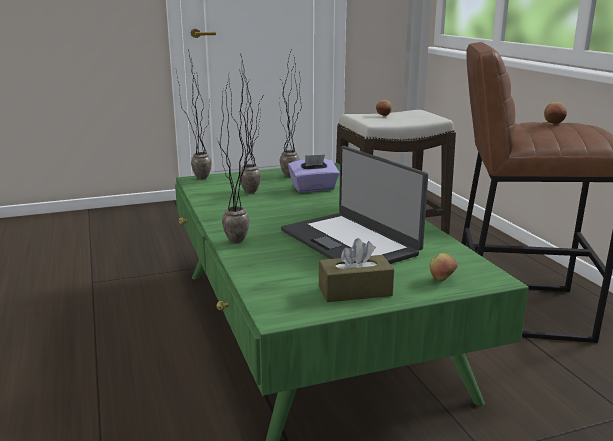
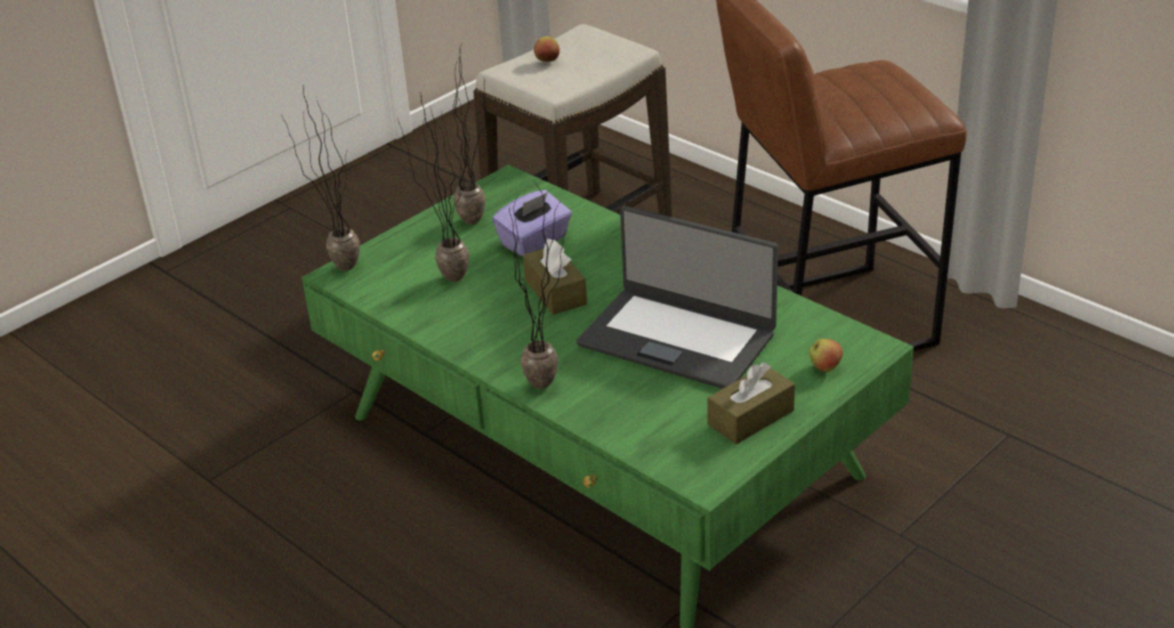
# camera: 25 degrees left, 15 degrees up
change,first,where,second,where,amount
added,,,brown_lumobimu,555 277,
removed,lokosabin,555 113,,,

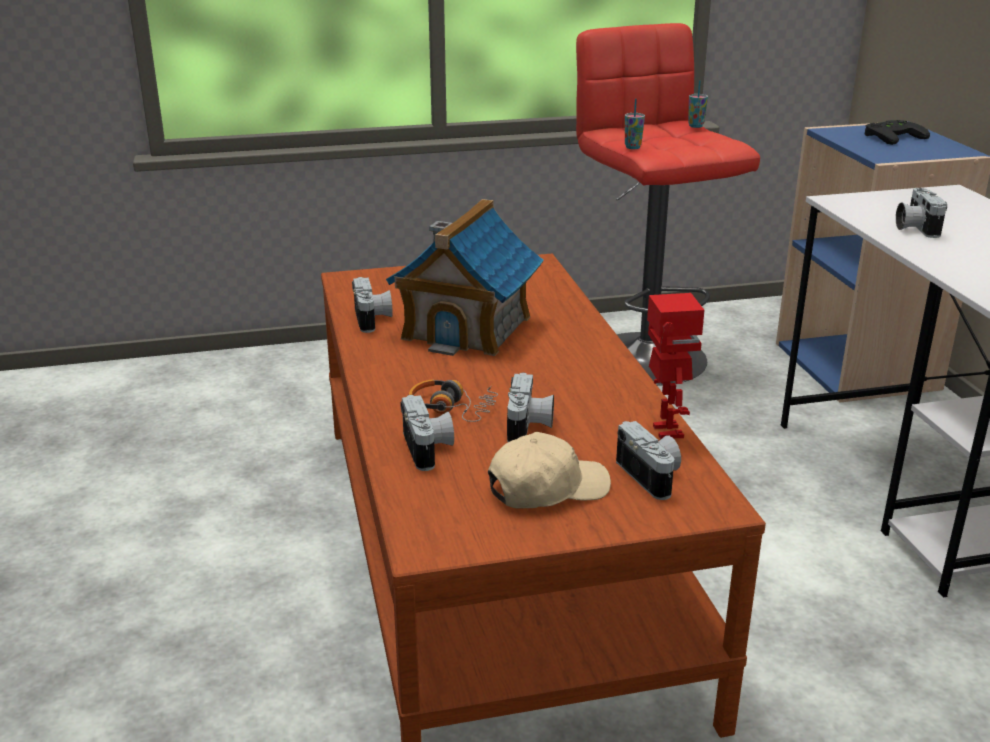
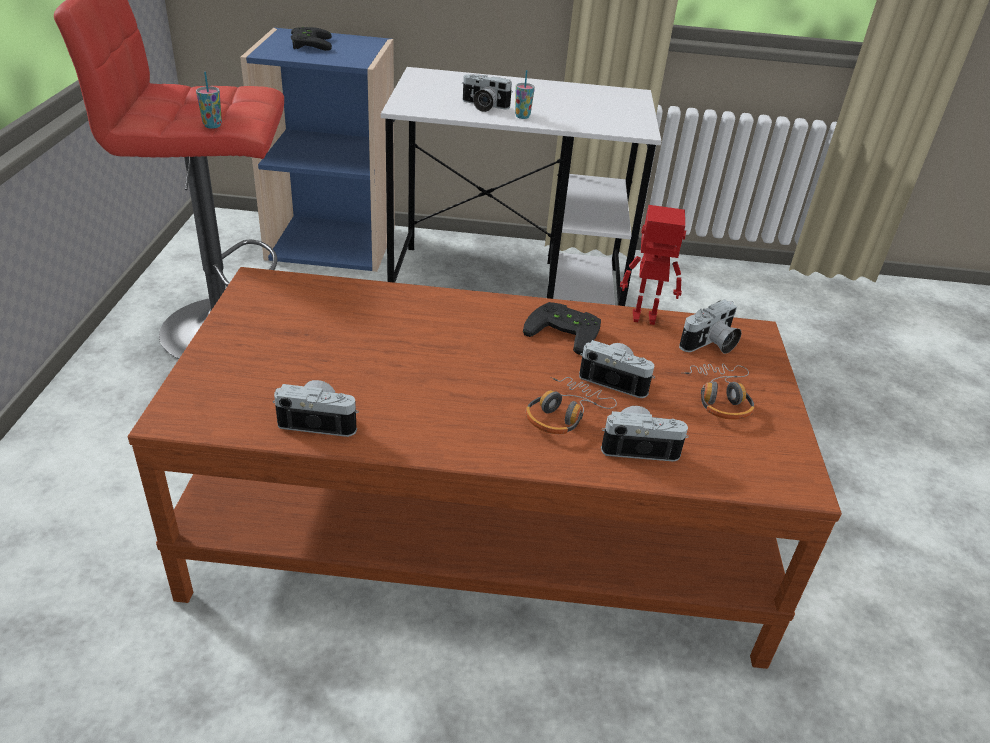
# camera: 75 degrees left, 10 degrees up
change,first,where,second,where,amount
moved,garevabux,698 104,,525 94,
added,,,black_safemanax,562 328,
turned,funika,648 460,,710 326,150 degrees clockwise
replaced,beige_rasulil,549 470,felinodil,718 392,
removed,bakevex,465 277,,,

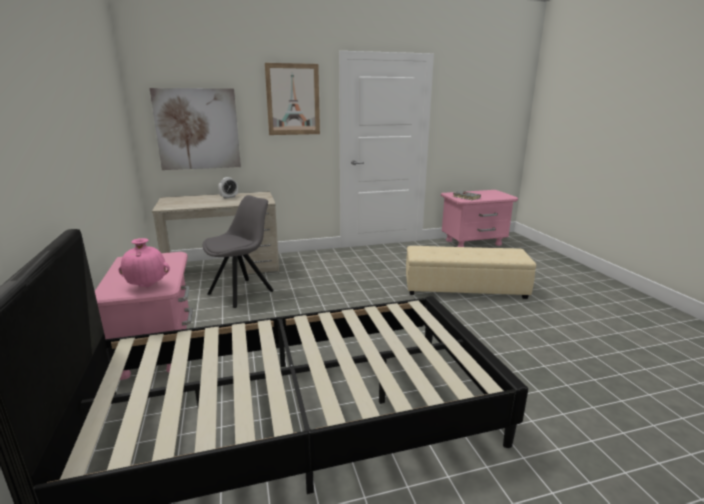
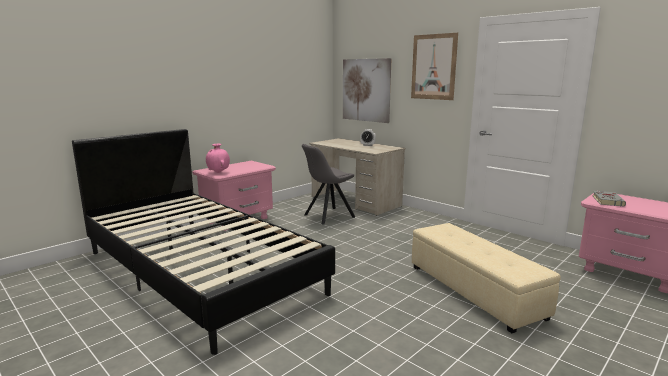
# camera: 60 degrees right, 5 degrees down
change,first,where,second,where,amount
turned,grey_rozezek,238 251,,328 184,135 degrees clockwise

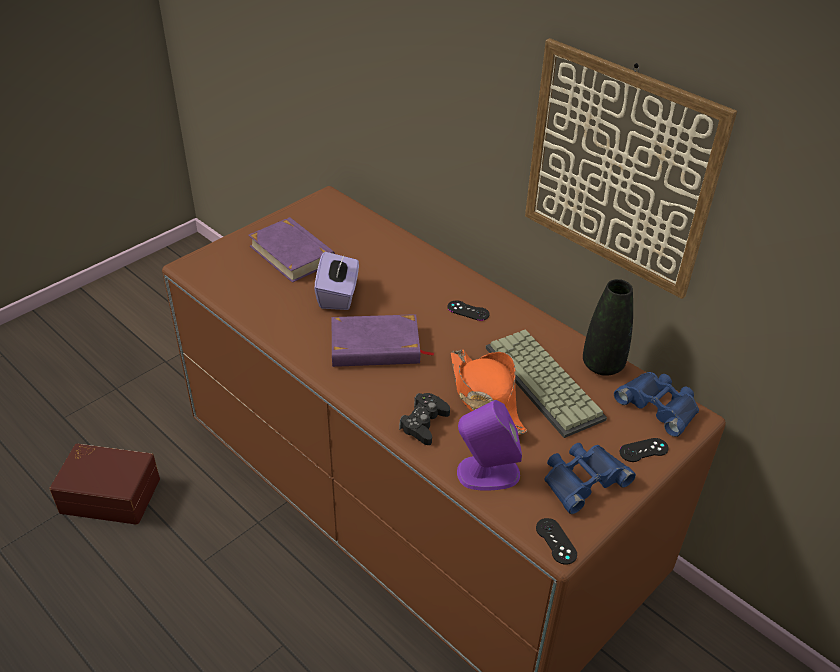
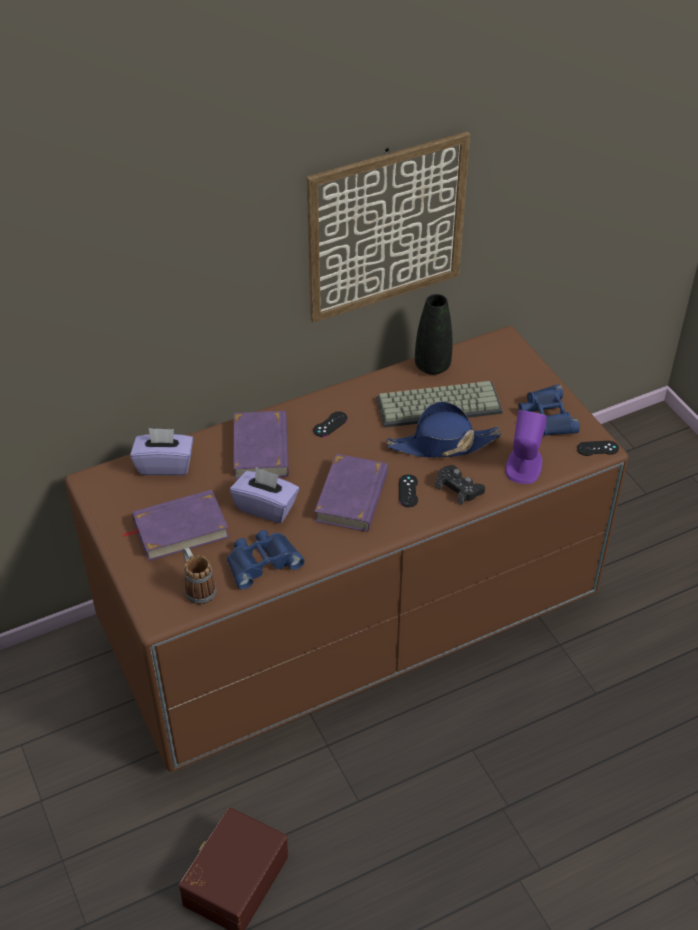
# camera: 70 degrees left, 5 degrees up
change,first,where,second,where,amount
added,,,purple_lumobimu,161 452,
added,,,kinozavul,200 575,
moved,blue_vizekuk,656 404,,266 560,
added,,,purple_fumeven,261 445,
recoloured,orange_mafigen,489 392,blue_mafigen,444 429,
moved,black_safemanax,644 450,,408 490,

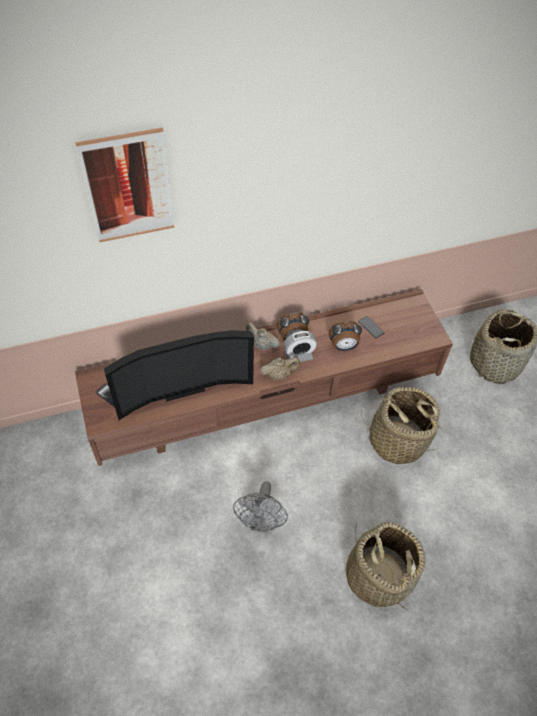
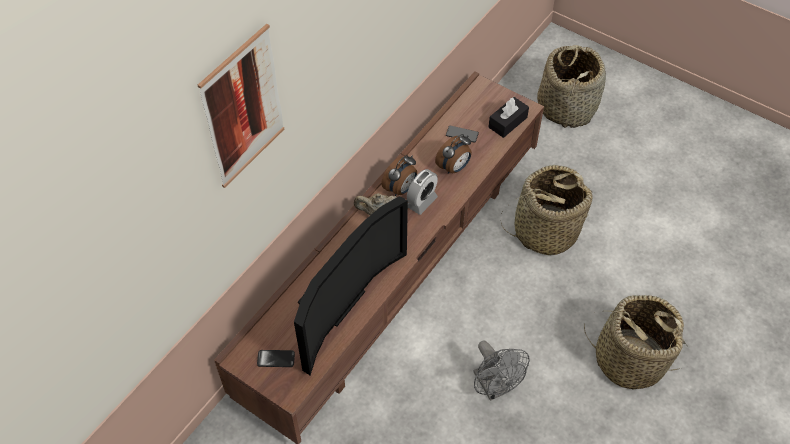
# camera: 35 degrees left, 0 degrees up
change,first,where,second,where,amount
added,,,black_lumobimu,508 117,
removed,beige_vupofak,280 368,,,

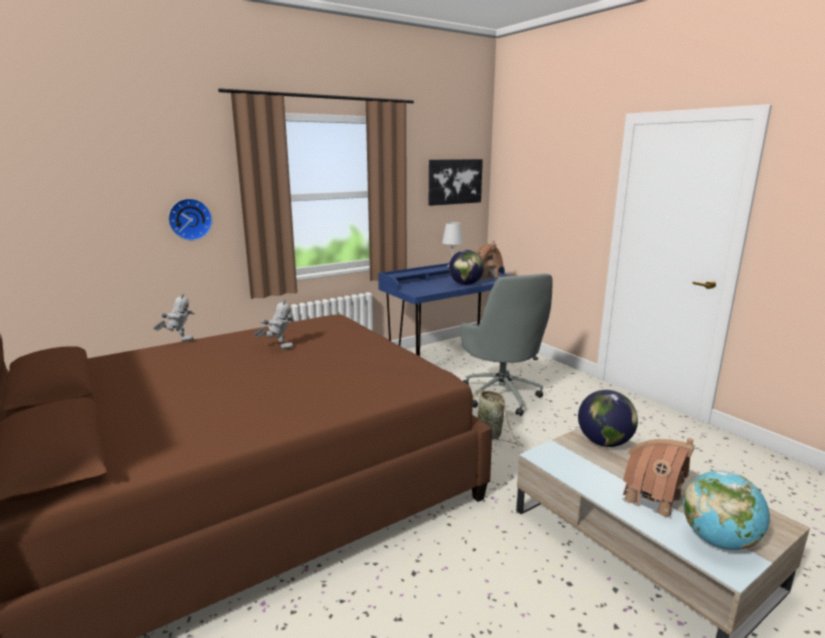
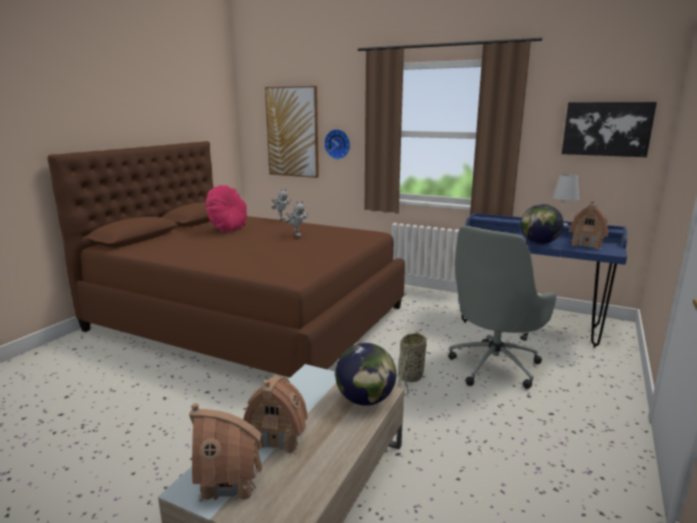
# camera: 60 degrees right, 0 degrees up
change,first,where,second,where,amount
replaced,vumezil,726 510,bakevex,225 452,
added,,,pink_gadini,226 209,
added,,,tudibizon,292 132,

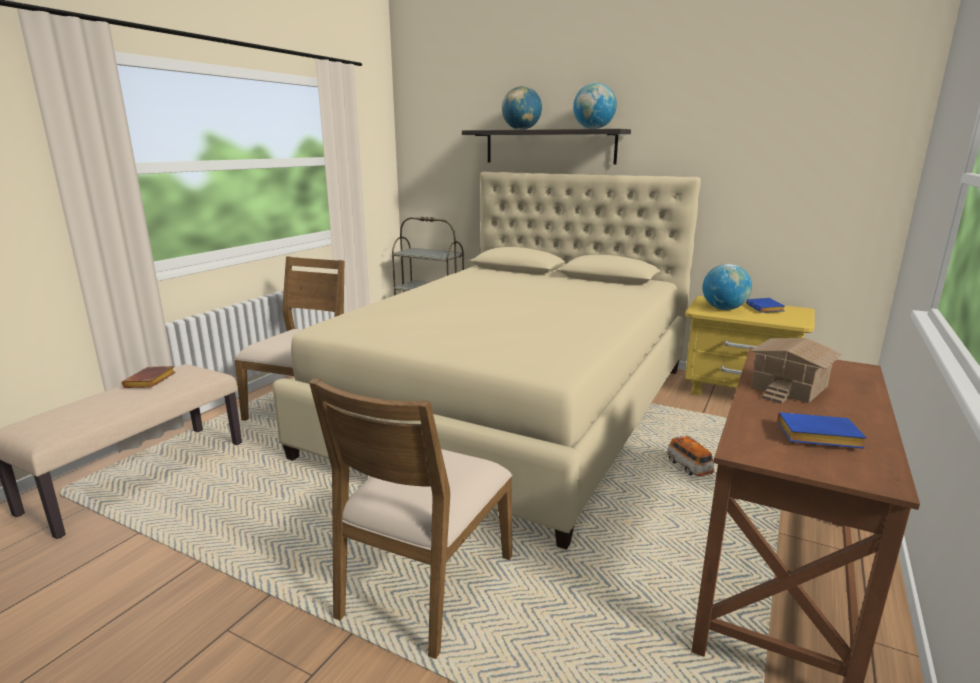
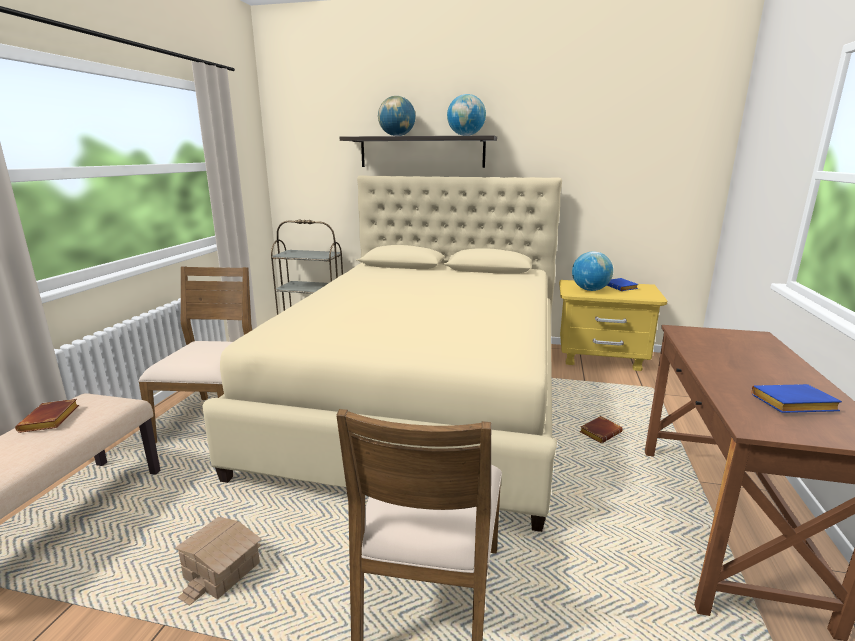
# camera: 15 degrees left, 0 degrees up
change,first,where,second,where,amount
moved,bakevex,796 371,,218 561,
replaced,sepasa,690 455,brown_fumeven,601 429,

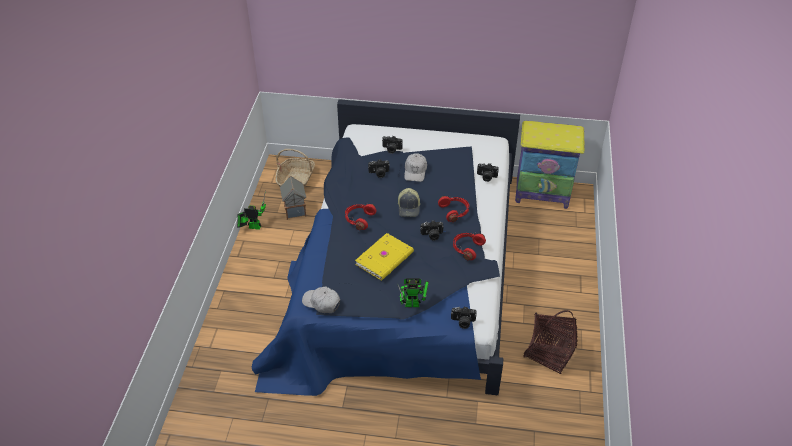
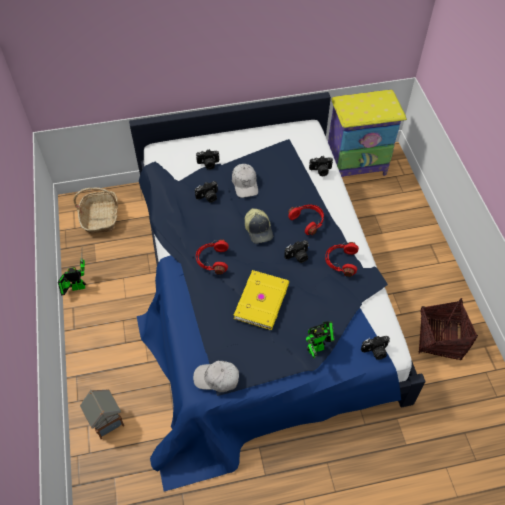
# camera: 20 degrees left, 10 degrees up
change,first,where,second,where,amount
moved,bakevex,293 198,,102 414,

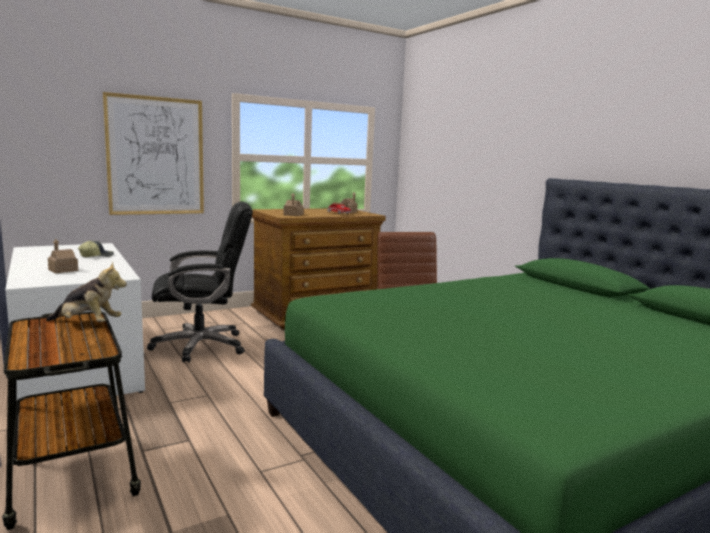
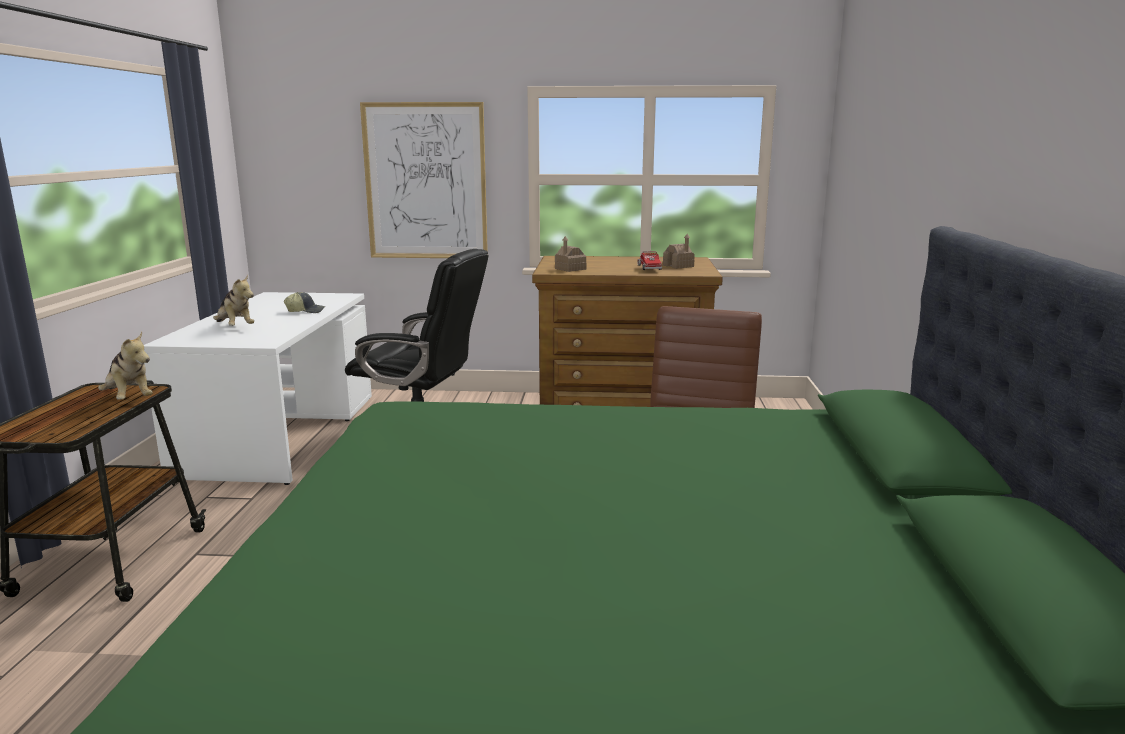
# camera: 35 degrees right, 5 degrees up
change,first,where,second,where,amount
replaced,bakevex,63 256,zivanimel,233 300,

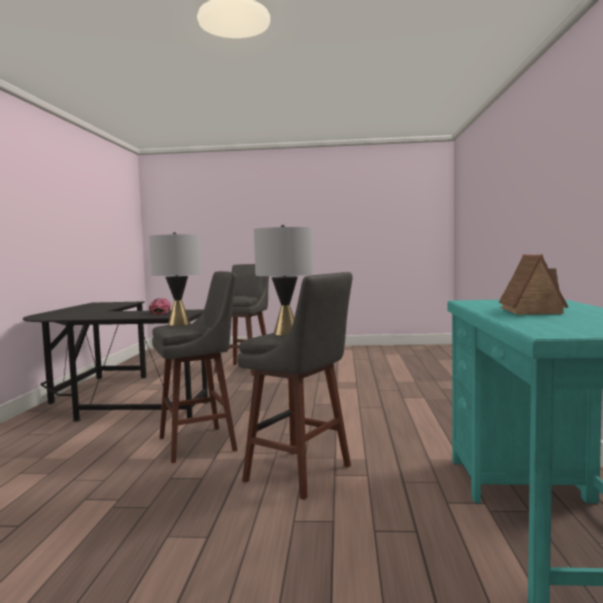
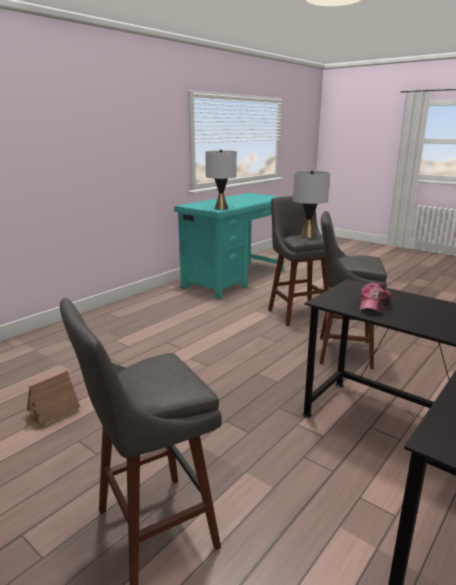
# camera: 145 degrees left, 15 degrees up
change,first,where,second,where,amount
moved,bakevex,533 284,,51 400,
moved,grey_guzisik,175 279,,221 179,

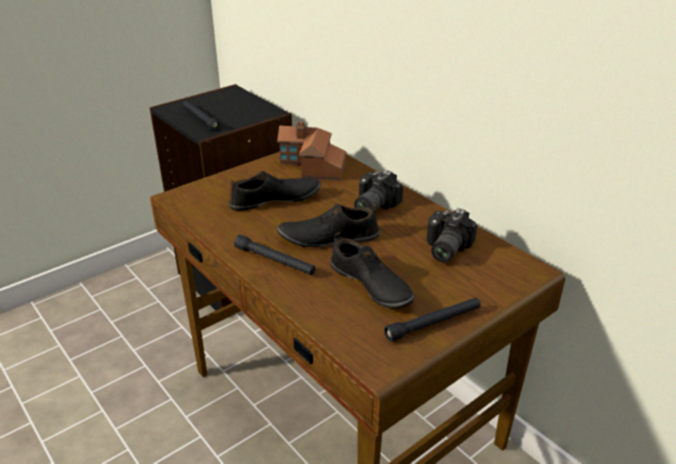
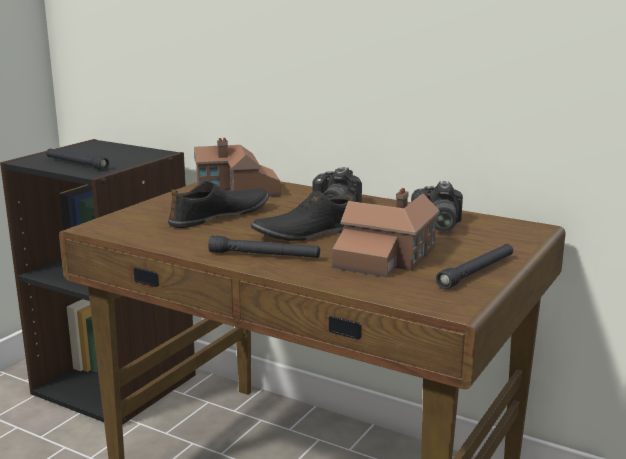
# camera: 20 degrees left, 15 degrees down
change,first,where,second,where,amount
replaced,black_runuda,372 270,bakevex,386 233,

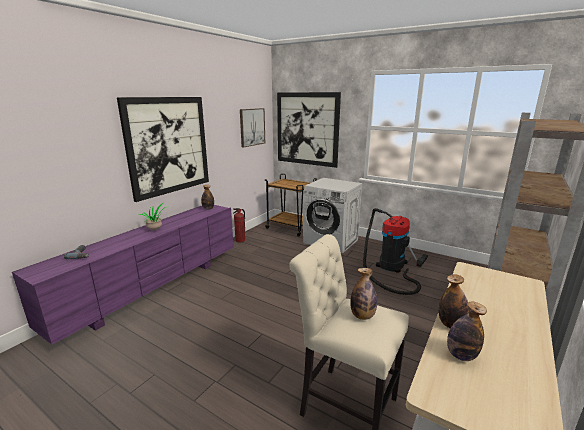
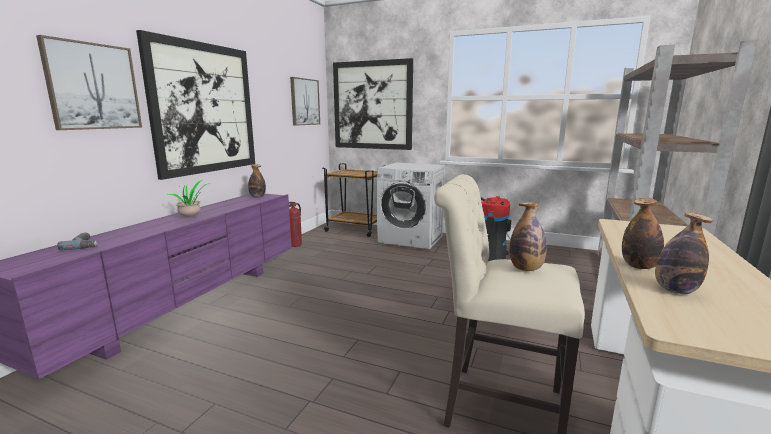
# camera: 10 degrees left, 5 degrees down
change,first,where,second,where,amount
added,,,tudibizon,89 82,

